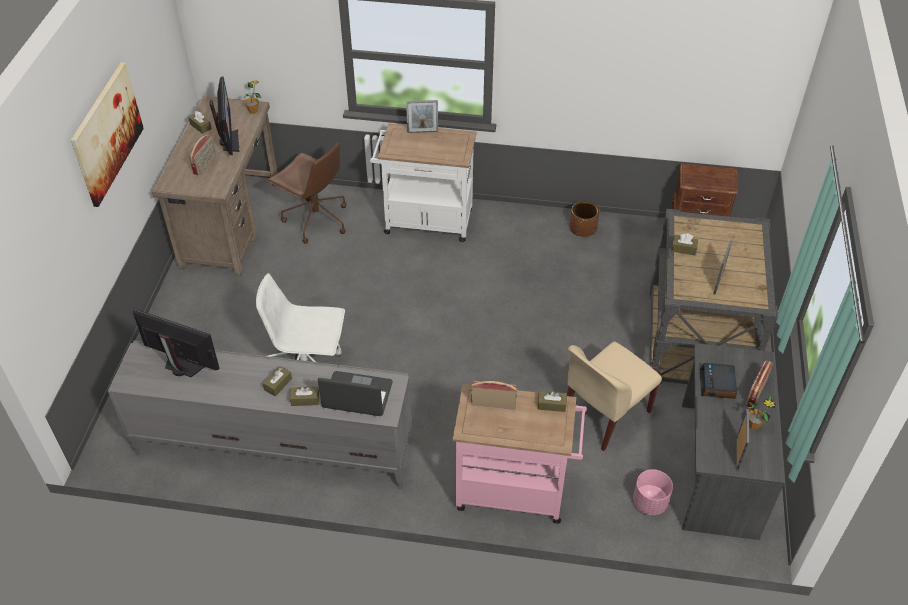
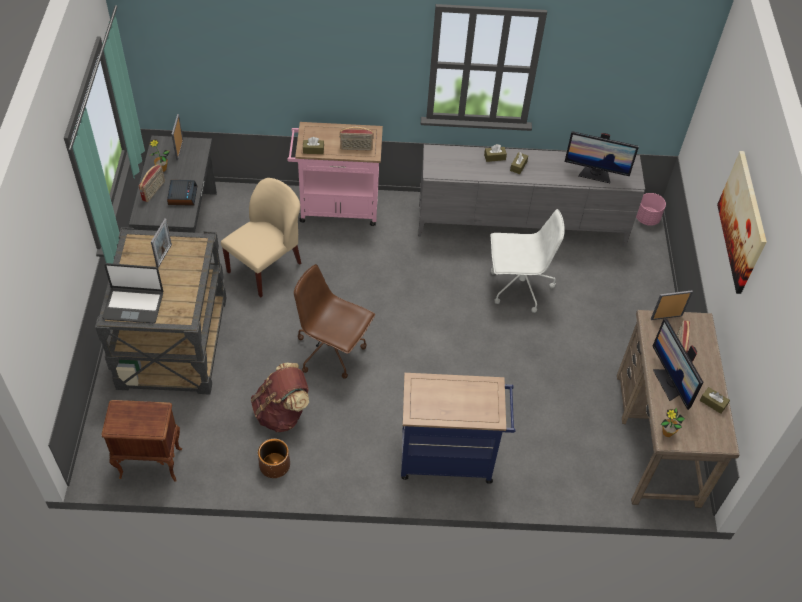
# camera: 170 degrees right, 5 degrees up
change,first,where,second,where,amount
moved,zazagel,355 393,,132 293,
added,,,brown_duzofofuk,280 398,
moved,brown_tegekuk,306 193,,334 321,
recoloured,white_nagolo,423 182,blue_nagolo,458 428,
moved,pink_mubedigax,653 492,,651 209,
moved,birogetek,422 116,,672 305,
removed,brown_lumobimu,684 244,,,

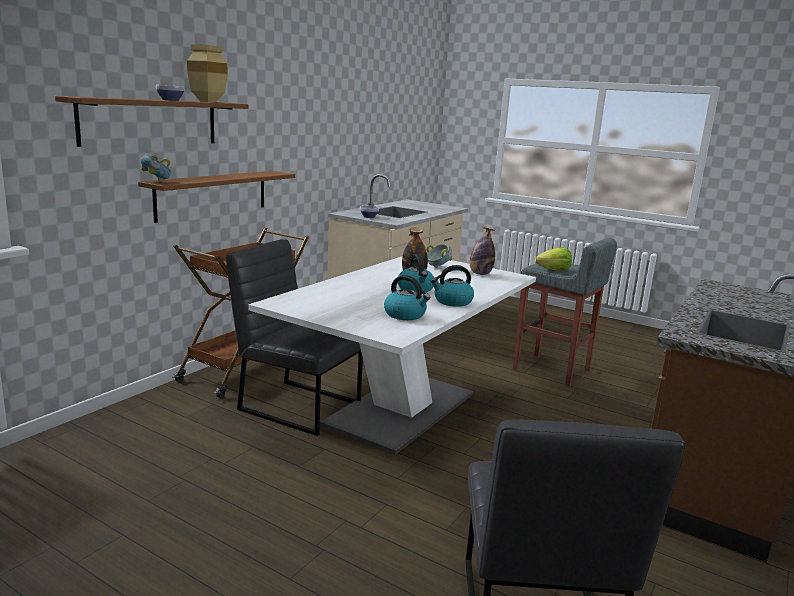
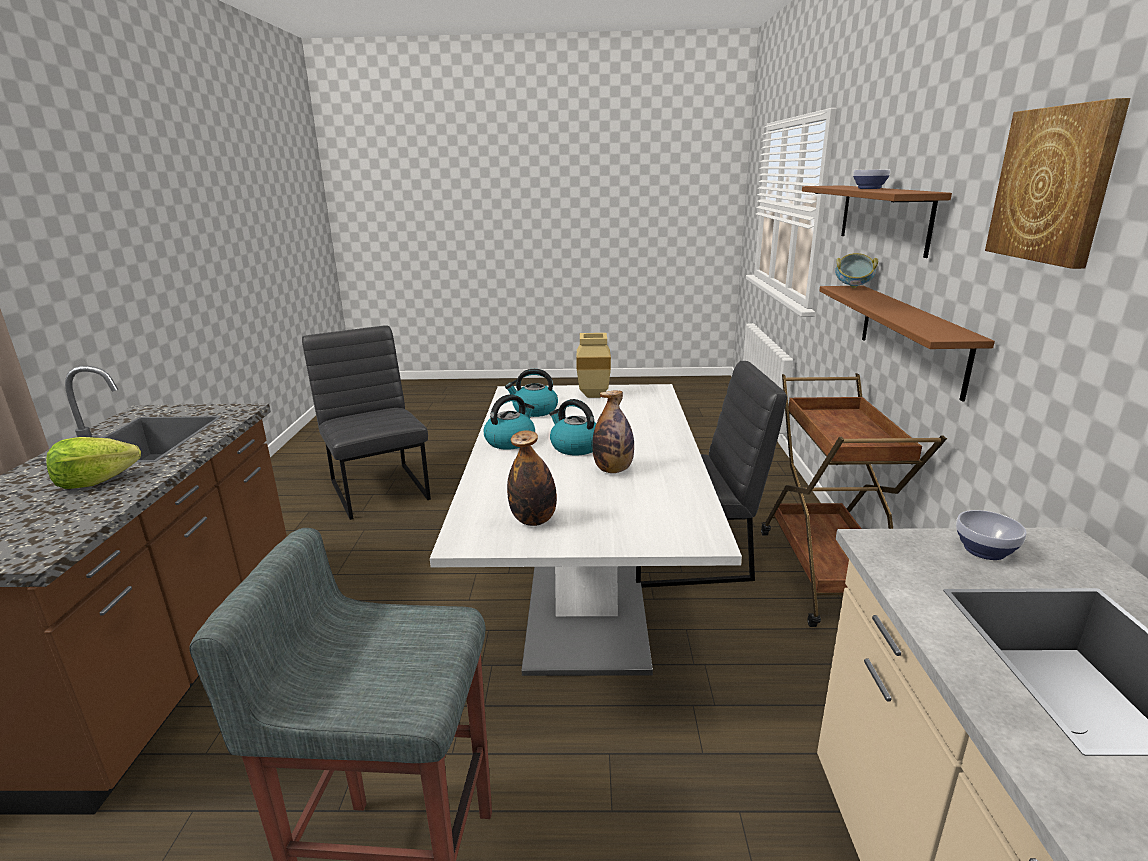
# camera: 150 degrees right, 5 degrees up
change,first,where,second,where,amount
moved,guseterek,553 259,,93 463,
moved,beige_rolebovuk,207 73,,593 365,
added,,,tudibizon,1058 183,
removed,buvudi,439 256,,,

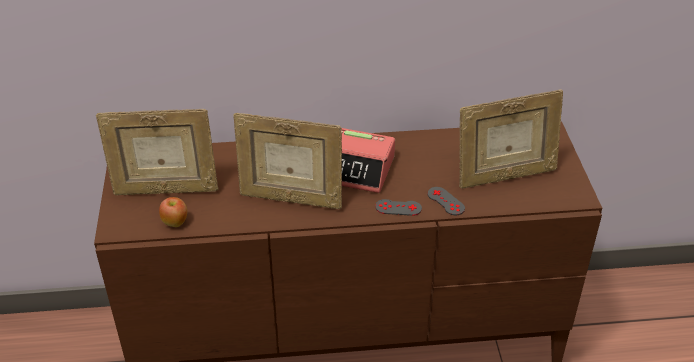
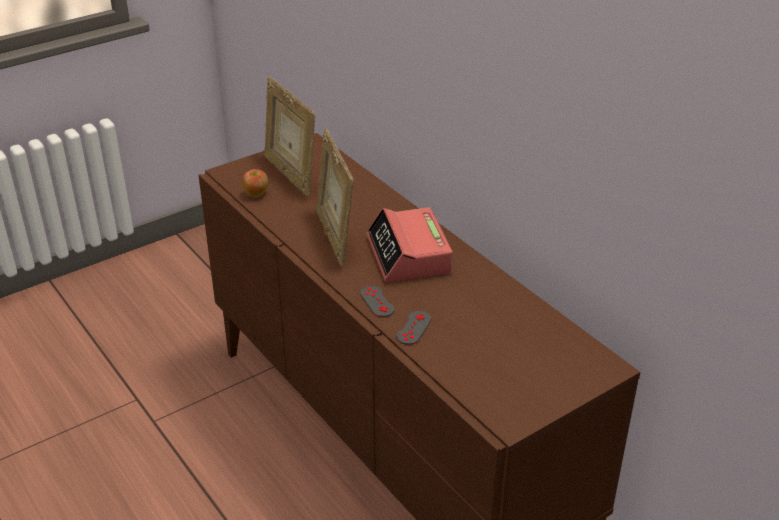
# camera: 60 degrees right, 5 degrees down
change,first,where,second,where,amount
removed,birogetek,511 139,,,

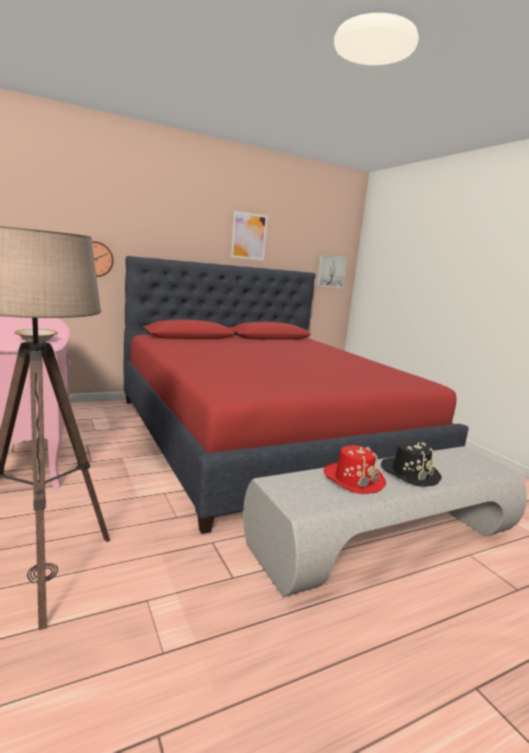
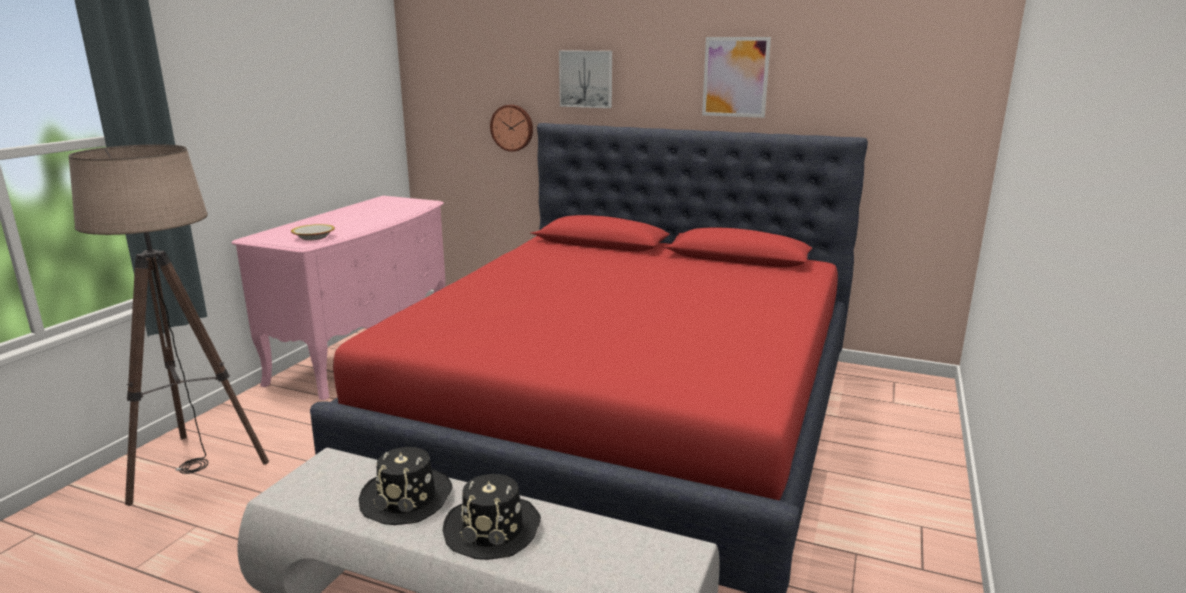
# camera: 50 degrees right, 5 degrees up
change,first,where,second,where,amount
recoloured,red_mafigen,355 469,black_mafigen,406 486,
moved,tudibizon,332 271,,585 79,

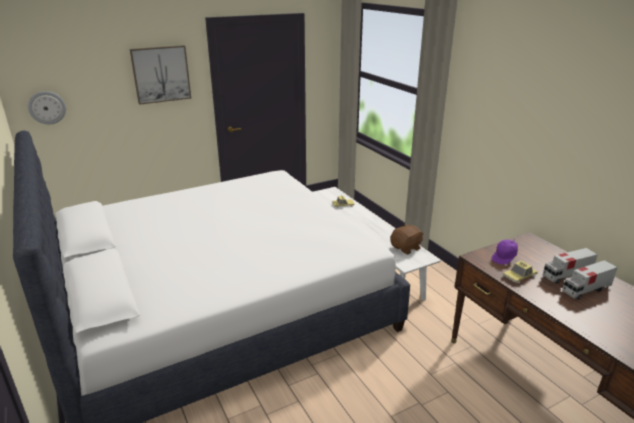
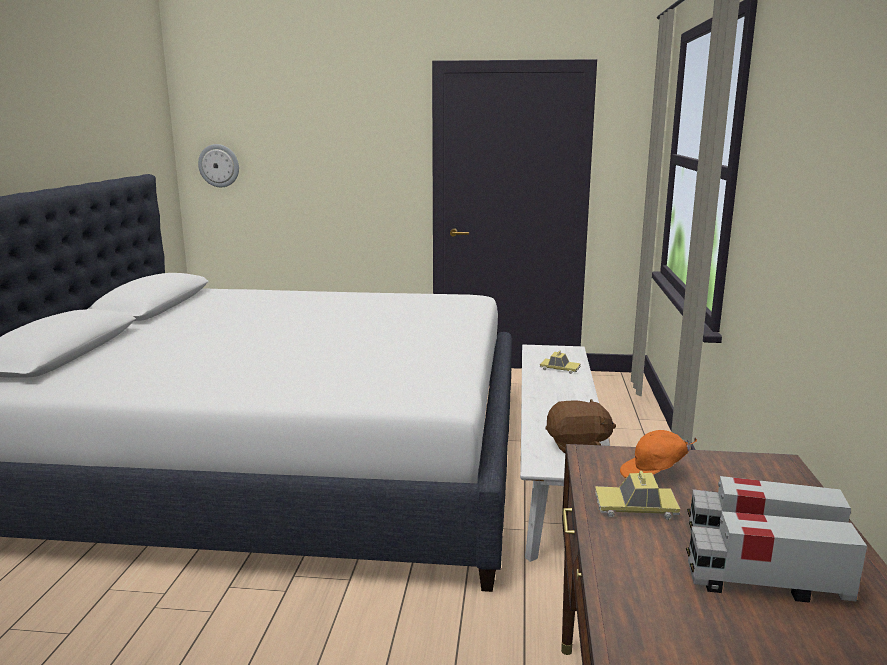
# camera: 35 degrees right, 10 degrees down
change,first,where,second,where,amount
recoloured,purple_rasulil,505 252,orange_rasulil,658 454,
removed,tudibizon,160 75,,,

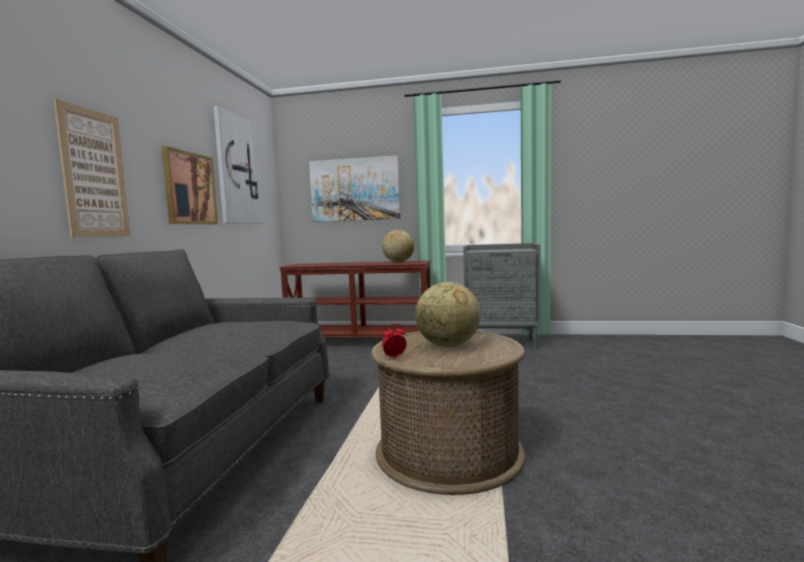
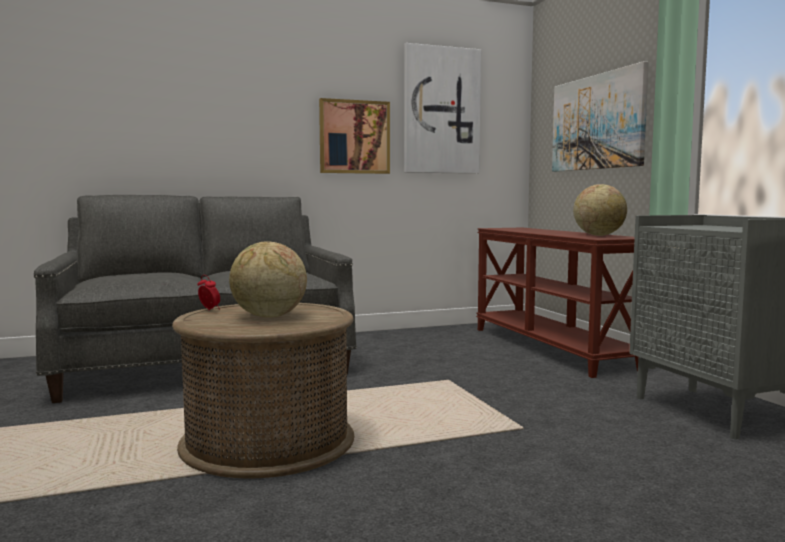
# camera: 60 degrees right, 0 degrees up
change,first,where,second,where,amount
removed,tudibizon,91 168,,,

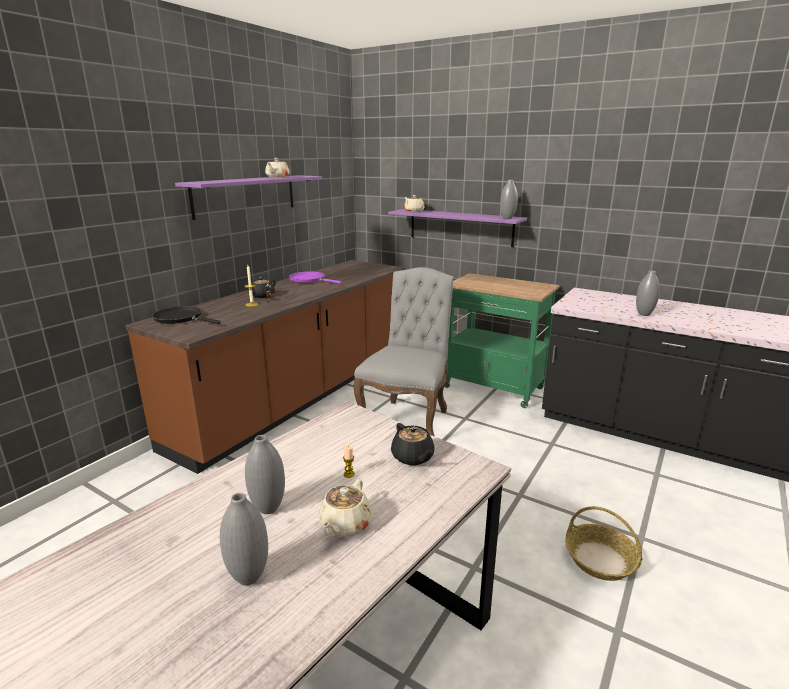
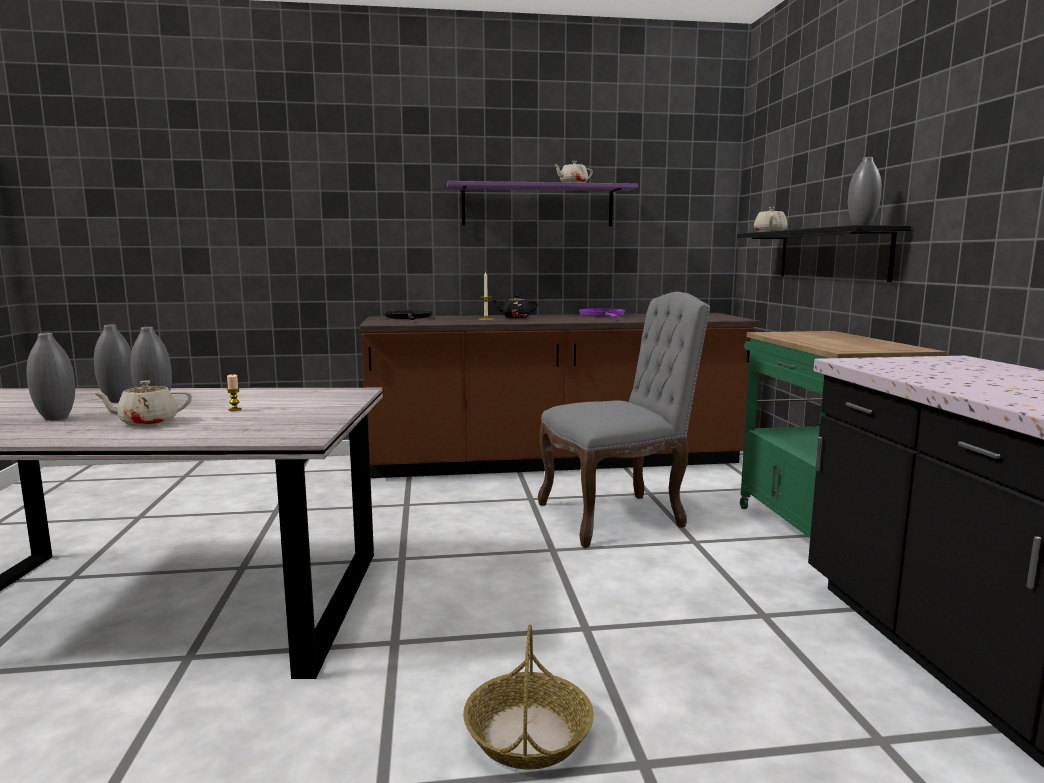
# camera: 50 degrees right, 10 degrees down
change,first,where,second,where,amount
moved,grey_rolebovuk,648 293,,114 364,
recoloured,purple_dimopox,457 228,black_dimopox,824 253,
removed,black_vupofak,412 444,,,

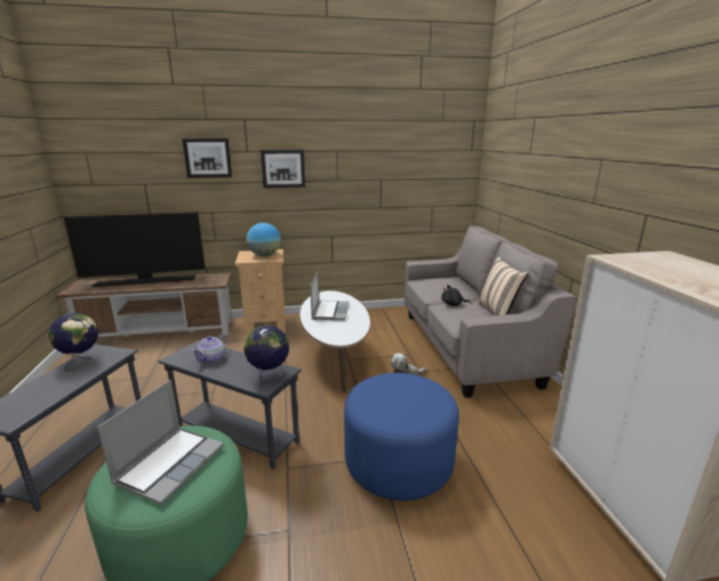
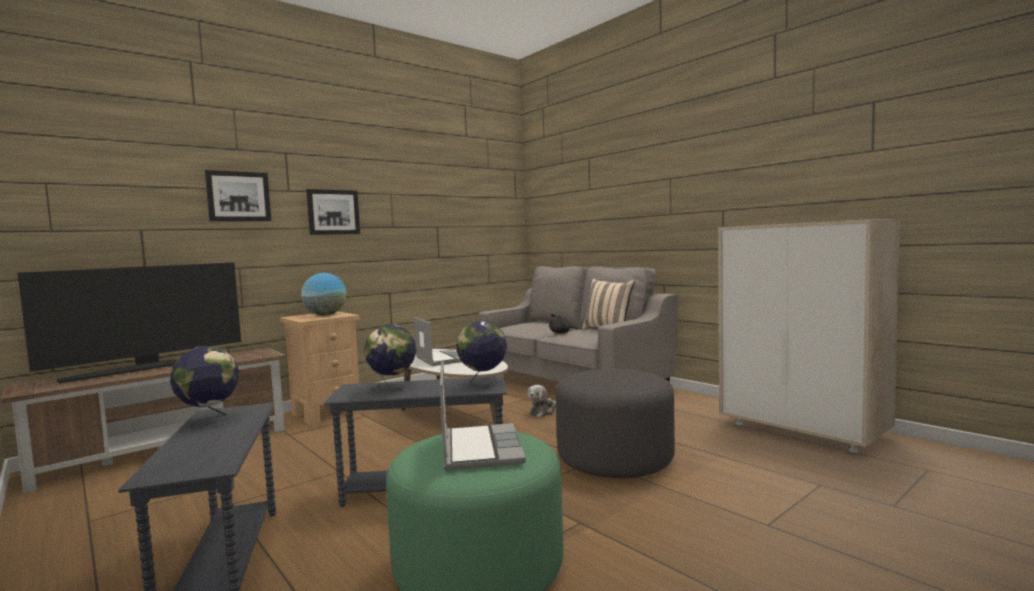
# camera: 30 degrees left, 15 degrees down
change,first,where,second,where,amount
replaced,vupofak,209 349,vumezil,390 357,
recoloured,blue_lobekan,401 437,grey_lobekan,615 423,

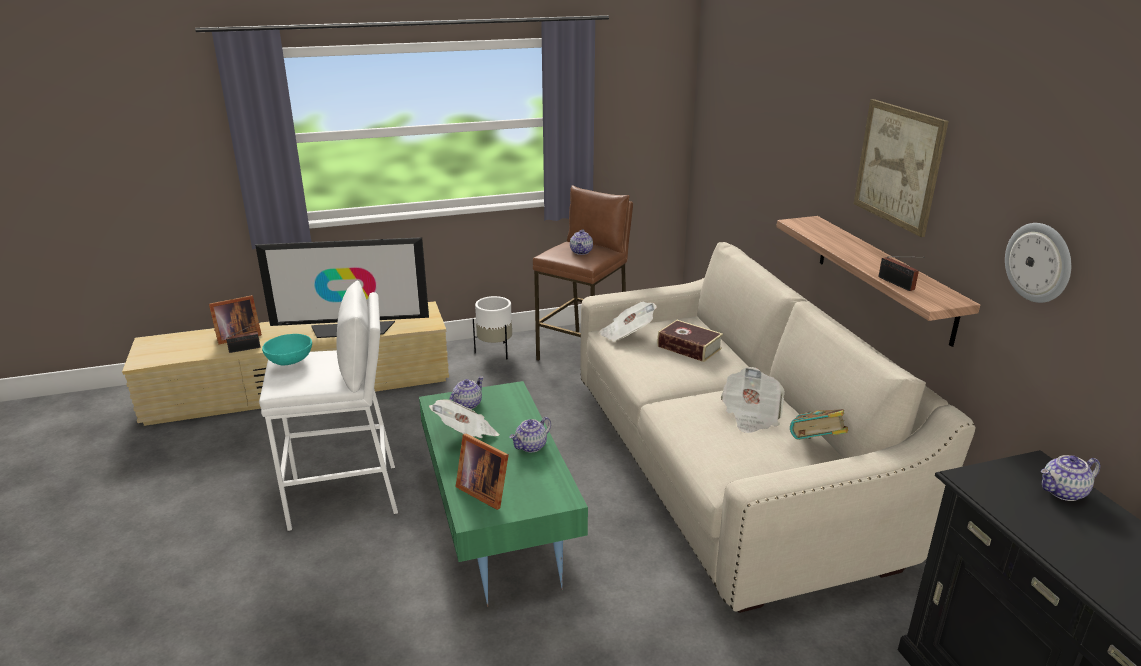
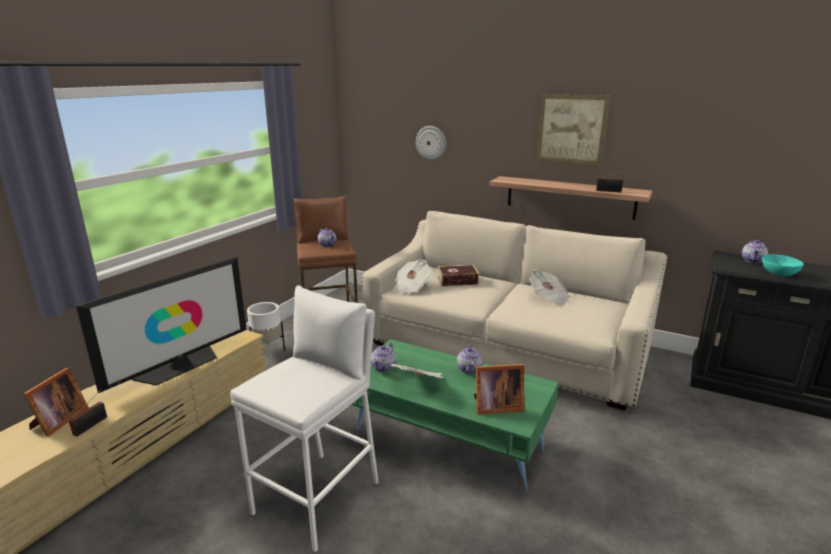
# camera: 45 degrees left, 5 degrees down
change,first,where,second,where,amount
turned,vupofak,466 393,,383 357,150 degrees counterclockwise
moved,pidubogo,1038 263,,431 143,
moved,turquoise_buvudi,287 349,,783 265,
removed,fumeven,819 424,,,

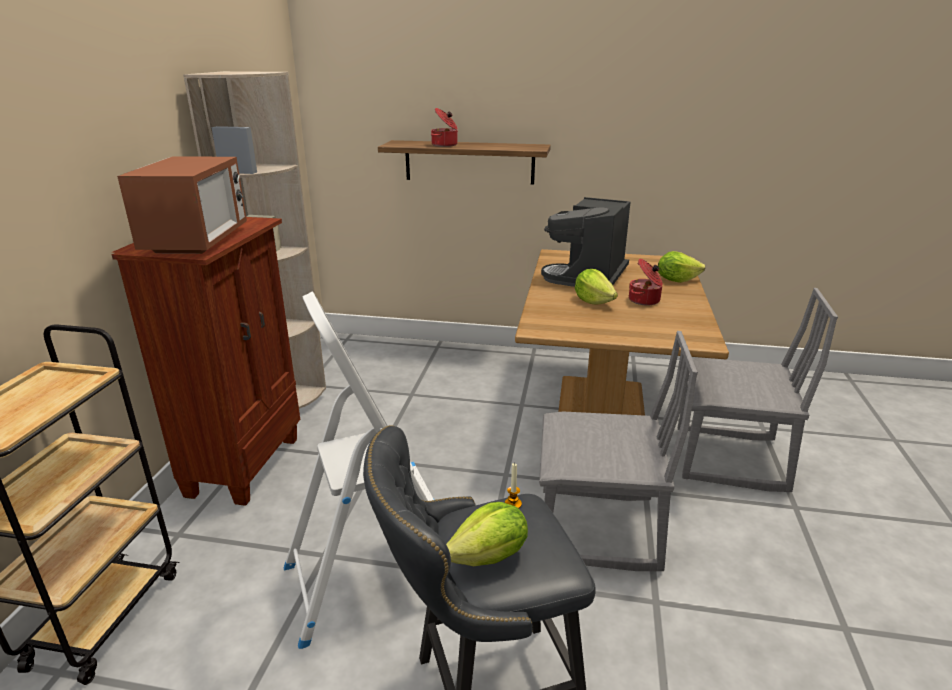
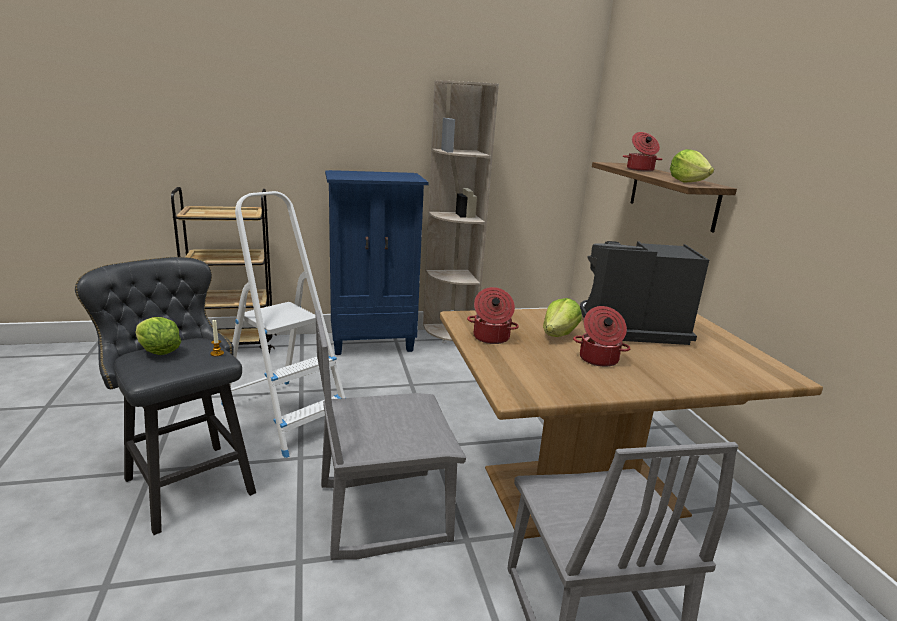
# camera: 65 degrees right, 5 degrees down
change,first,where,second,where,amount
turned,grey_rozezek,618 451,,390 435,90 degrees clockwise
recoloured,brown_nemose,205 361,blue_nemose,377 262,
added,,,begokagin,493 315,
moved,guseterek,681 267,,692 165,
removed,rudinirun,182 205,,,

